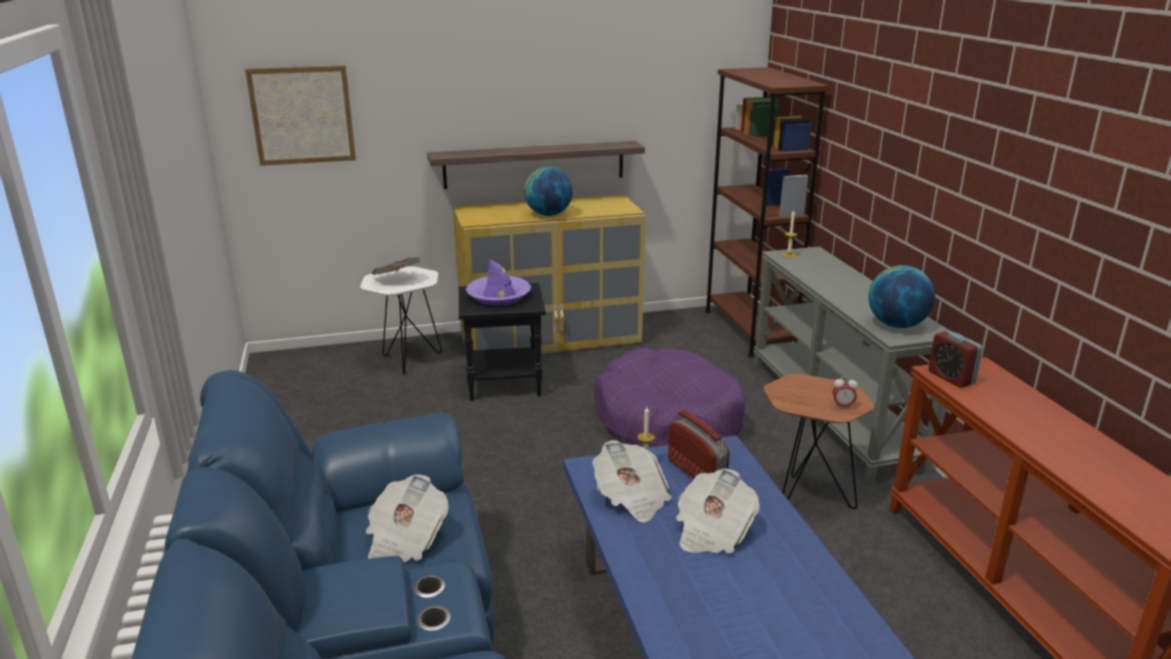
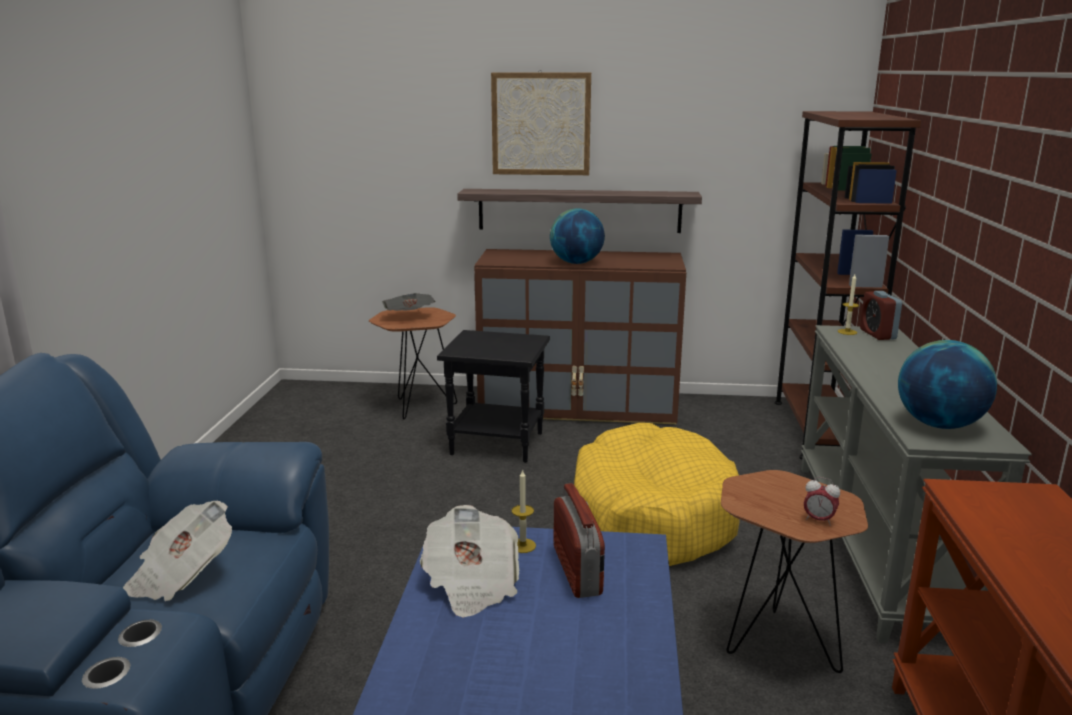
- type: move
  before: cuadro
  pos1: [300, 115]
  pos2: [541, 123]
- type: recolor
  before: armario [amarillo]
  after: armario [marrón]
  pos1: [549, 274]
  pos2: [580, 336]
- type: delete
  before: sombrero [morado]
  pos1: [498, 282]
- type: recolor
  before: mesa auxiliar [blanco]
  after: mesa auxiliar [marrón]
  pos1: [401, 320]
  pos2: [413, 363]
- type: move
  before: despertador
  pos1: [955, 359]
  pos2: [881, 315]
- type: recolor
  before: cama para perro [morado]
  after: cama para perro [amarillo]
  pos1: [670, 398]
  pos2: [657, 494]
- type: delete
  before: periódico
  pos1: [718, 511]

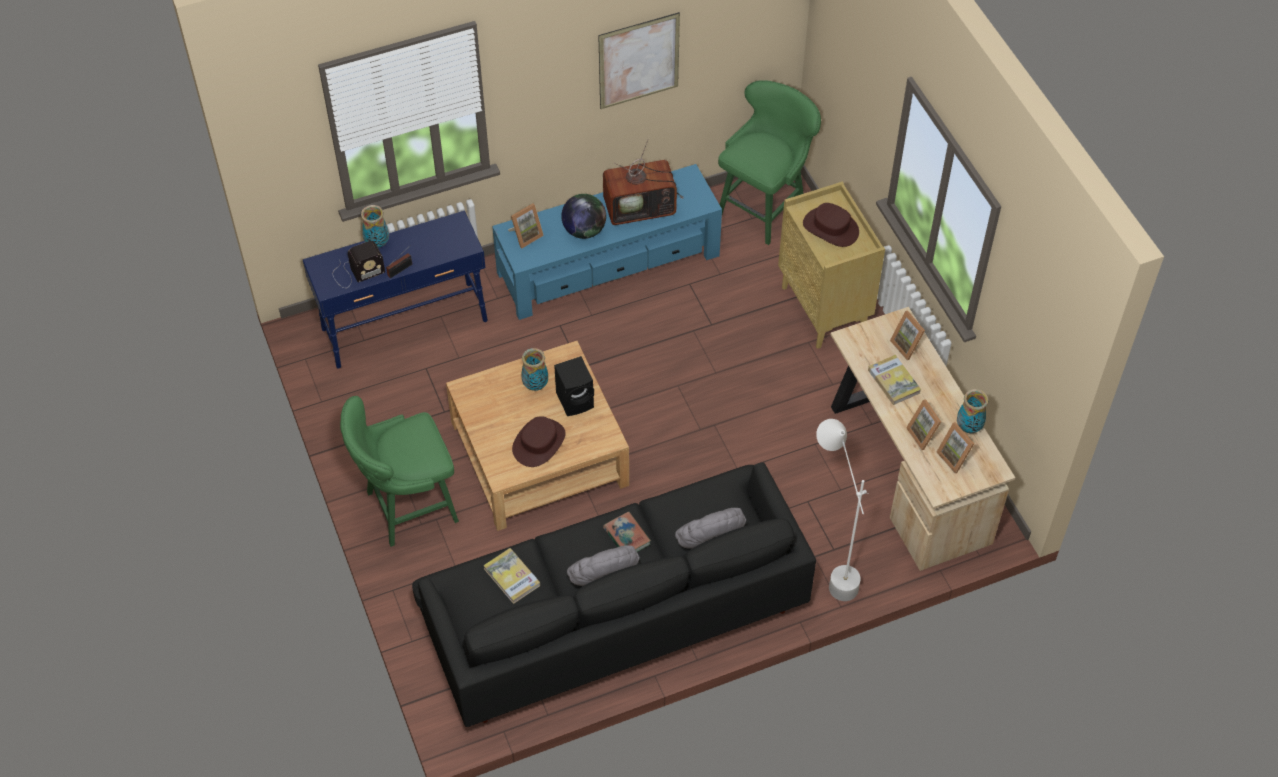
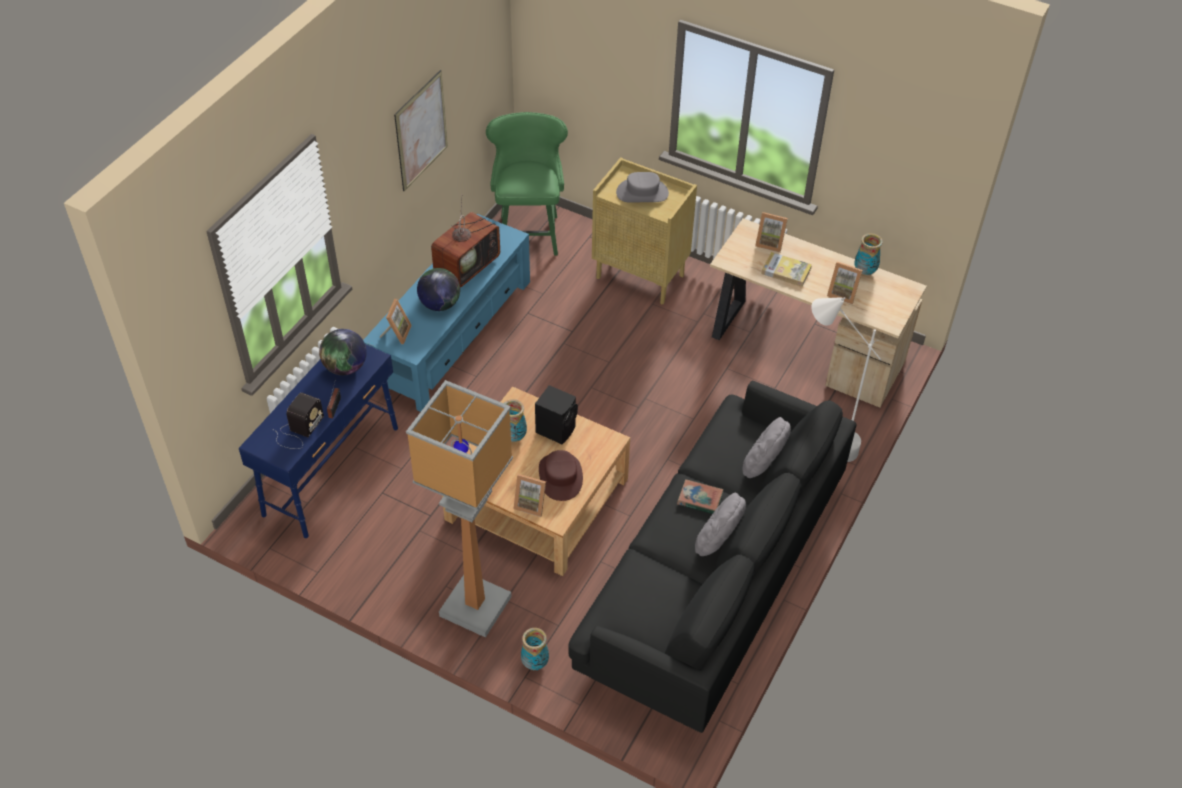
- type: recolor
  before: sombrero [marrón]
  after: sombrero [gris]
  pos1: [831, 225]
  pos2: [642, 187]
- type: move
  before: florero
  pos1: [375, 226]
  pos2: [535, 649]
- type: replace
  before: taburete [verde]
  after: lámpara de pie
  pos1: [399, 471]
  pos2: [459, 509]
- type: move
  before: portarretratos
  pos1: [955, 447]
  pos2: [530, 495]
- type: delete
  before: libro
  pos1: [511, 576]
- type: insert
  after: globo terráqueo
  pos2: [343, 352]

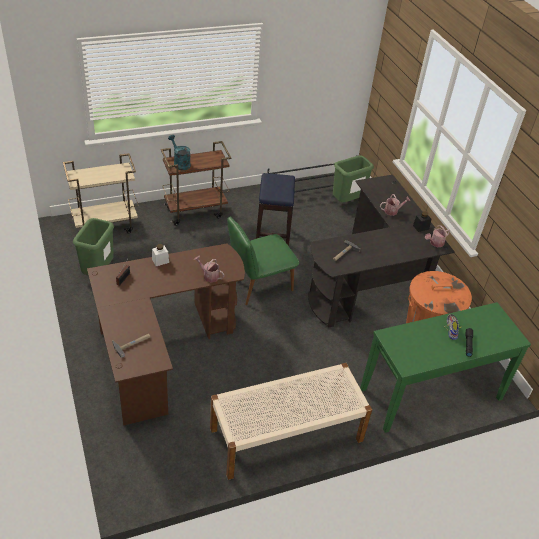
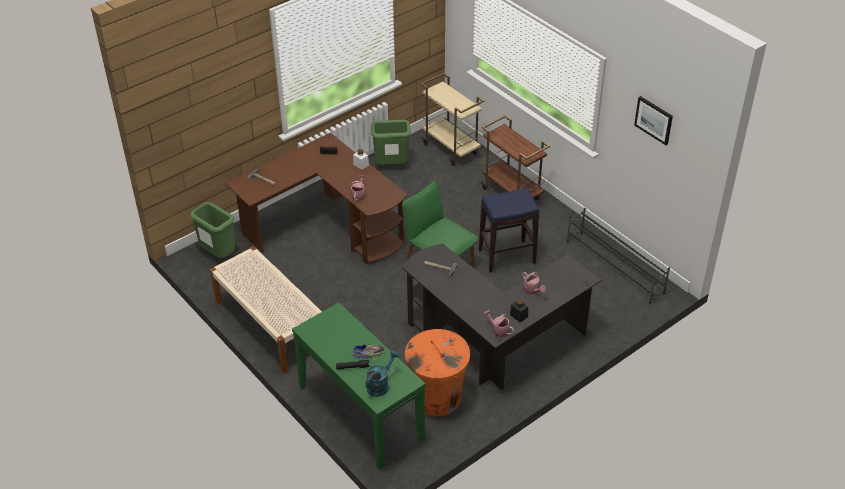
- type: move
  before: regadera [turquesa]
  pos1: [179, 152]
  pos2: [382, 374]
- type: move
  before: papelera [verde]
  pos1: [353, 178]
  pos2: [212, 230]
- type: insert
  after: cuadro
  pos2: [653, 120]

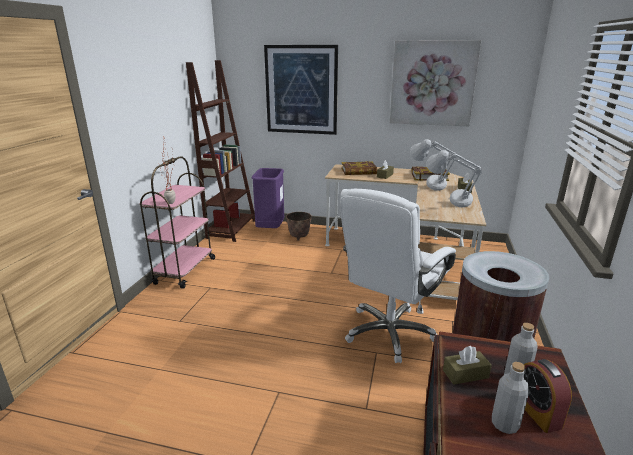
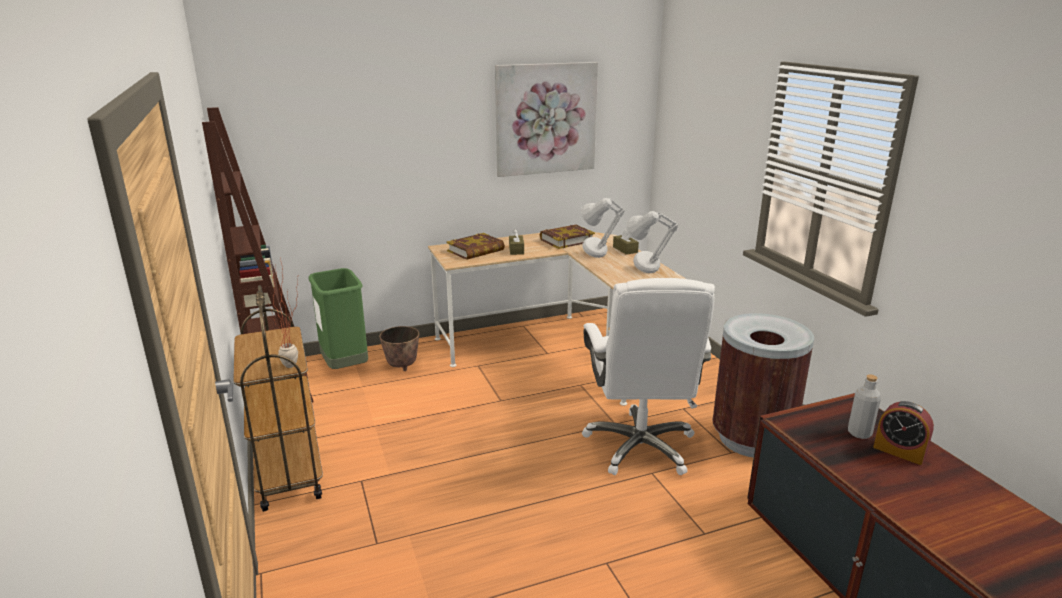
- type: delete
  before: cuadro
  pos1: [301, 90]
- type: recolor
  before: carrito [rosa]
  after: carrito [marrón]
  pos1: [177, 222]
  pos2: [278, 398]
- type: recolor
  before: papelera [morado]
  after: papelera [verde]
  pos1: [268, 198]
  pos2: [338, 318]
- type: delete
  before: caja de pañuelos [marrón]
  pos1: [467, 365]
- type: delete
  before: botella [gris]
  pos1: [510, 398]

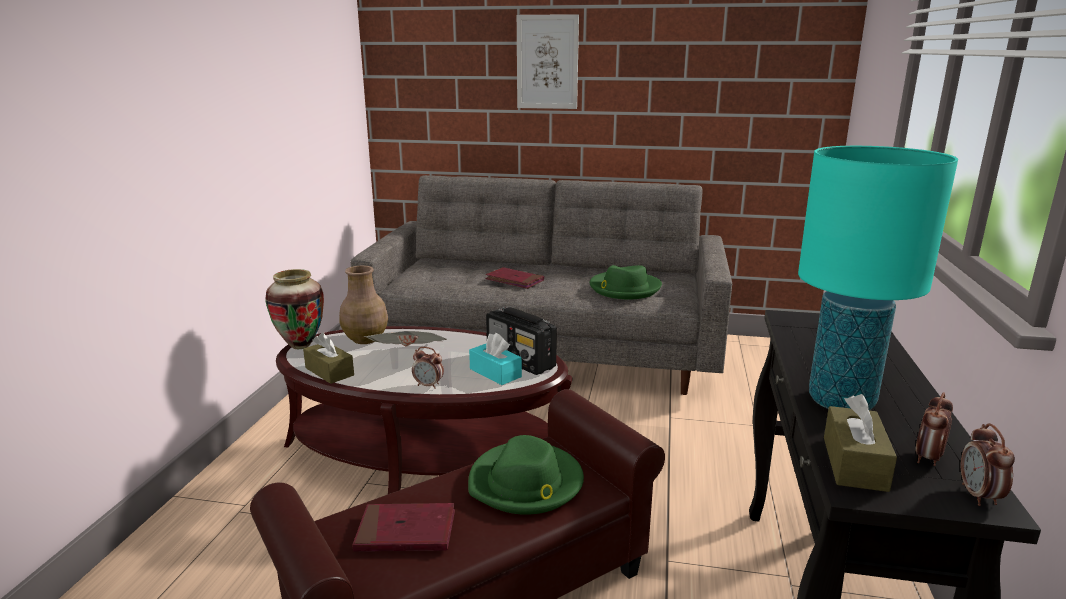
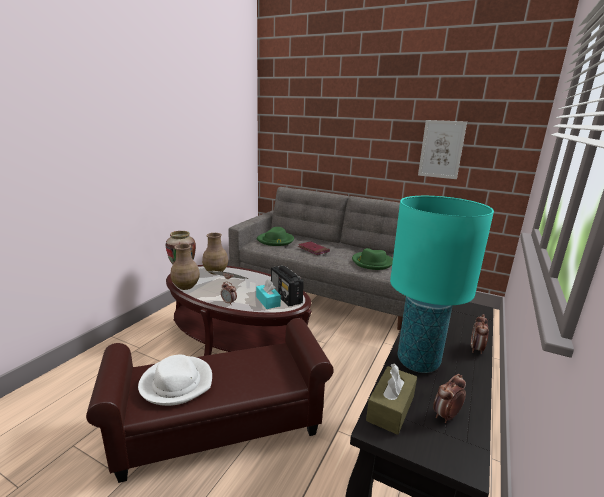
- type: move
  before: cuadro
  pos1: [548, 61]
  pos2: [442, 149]
- type: replace
  before: caja de pañuelos [marrón]
  after: florero [marrón]
  pos1: [328, 358]
  pos2: [185, 267]
- type: move
  before: despertador
  pos1: [987, 464]
  pos2: [480, 334]
- type: move
  before: sombrero [verde]
  pos1: [526, 475]
  pos2: [275, 236]
- type: replace
  before: libro [rojo]
  after: sombrero [blanco]
  pos1: [403, 527]
  pos2: [175, 380]

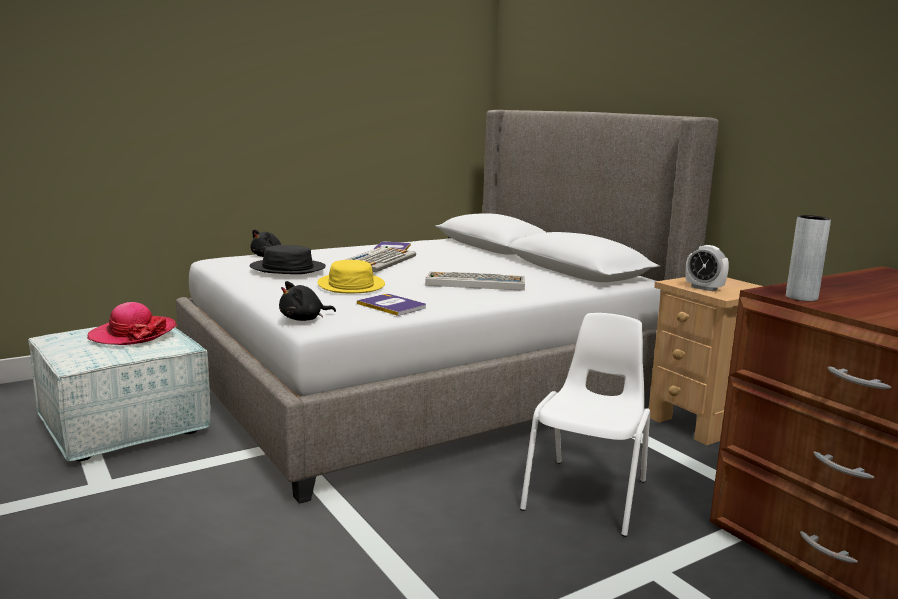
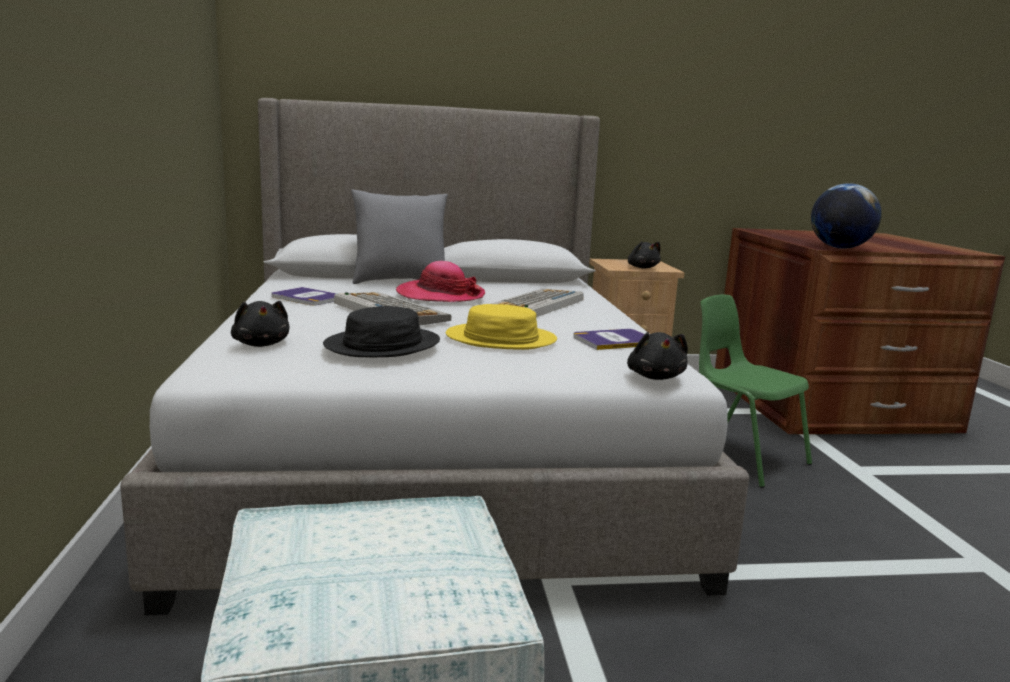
- type: replace
  before: florero [gris]
  after: globo terráqueo
  pos1: [808, 258]
  pos2: [846, 216]
- type: replace
  before: despertador
  after: peluche [negro]
  pos1: [707, 268]
  pos2: [644, 255]
- type: move
  before: sombrero
  pos1: [132, 323]
  pos2: [440, 281]
- type: recolor
  before: silla [blanco]
  after: silla [verde]
  pos1: [585, 425]
  pos2: [755, 391]
- type: insert
  after: cojín [gris]
  pos2: [399, 237]

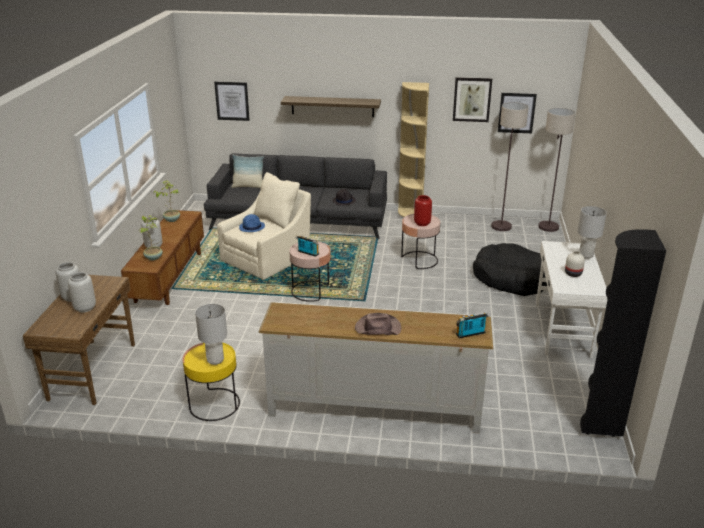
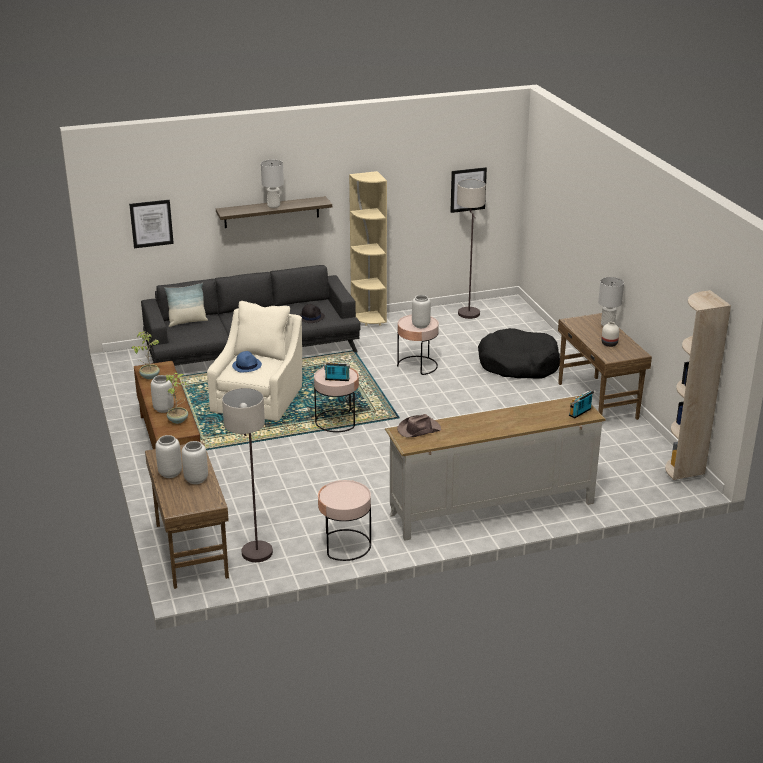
- type: delete
  before: cuadro
  pos1: [472, 99]
- type: move
  before: lámpara de pie [gris]
  pos1: [556, 170]
  pos2: [247, 475]
- type: recolor
  before: florero [rojo]
  after: florero [gris]
  pos1: [423, 210]
  pos2: [421, 311]
- type: recolor
  before: estantería [negro]
  after: estantería [beis]
  pos1: [623, 333]
  pos2: [698, 385]
- type: recolor
  before: mesa consola [blanco]
  after: mesa consola [marrón]
  pos1: [572, 299]
  pos2: [605, 366]
- type: move
  before: lámpara de mesa [gris]
  pos1: [211, 334]
  pos2: [272, 184]
- type: move
  before: sombrero [marrón]
  pos1: [378, 324]
  pos2: [419, 425]
- type: recolor
  before: mesa auxiliar [amarillo]
  after: mesa auxiliar [rosa]
  pos1: [211, 381]
  pos2: [344, 520]

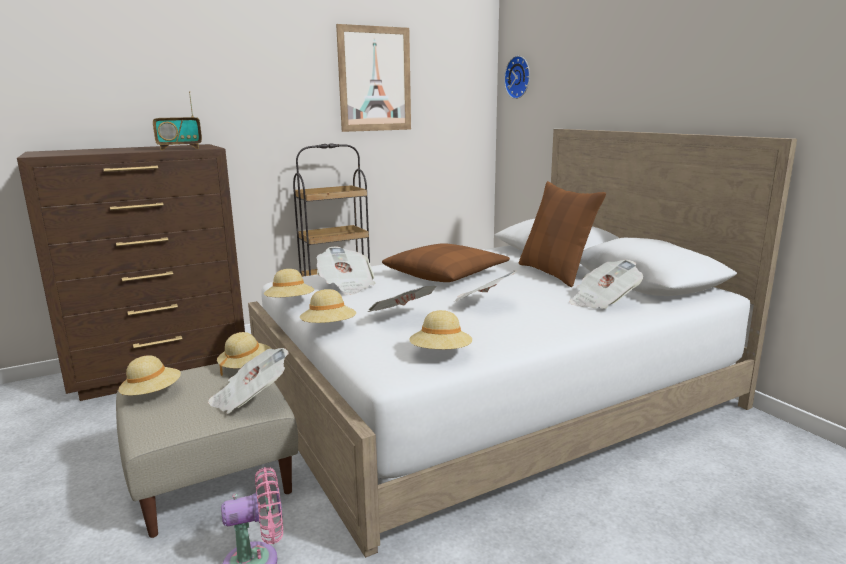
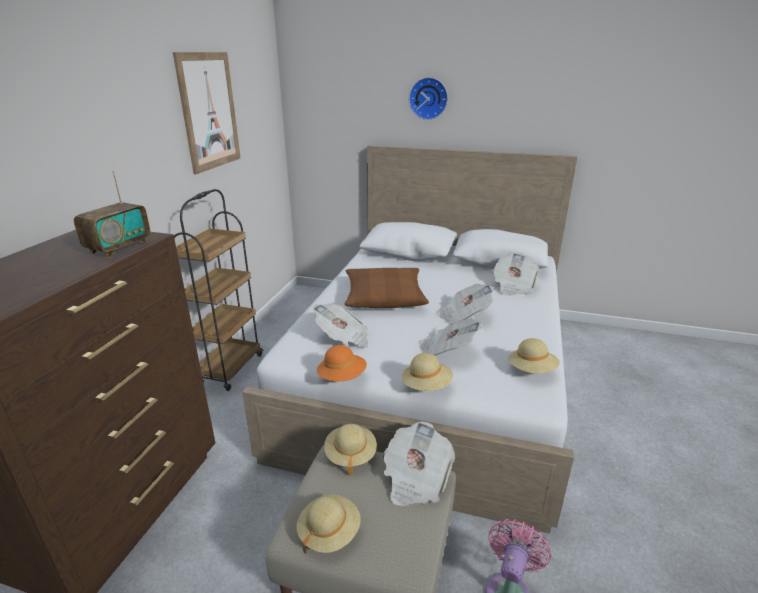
- type: move
  before: reloj de pared
  pos1: [517, 77]
  pos2: [428, 98]
- type: delete
  before: cojín [marrón]
  pos1: [562, 234]
- type: recolor
  before: sombrero [beis]
  after: sombrero [naranja]
  pos1: [289, 283]
  pos2: [342, 363]

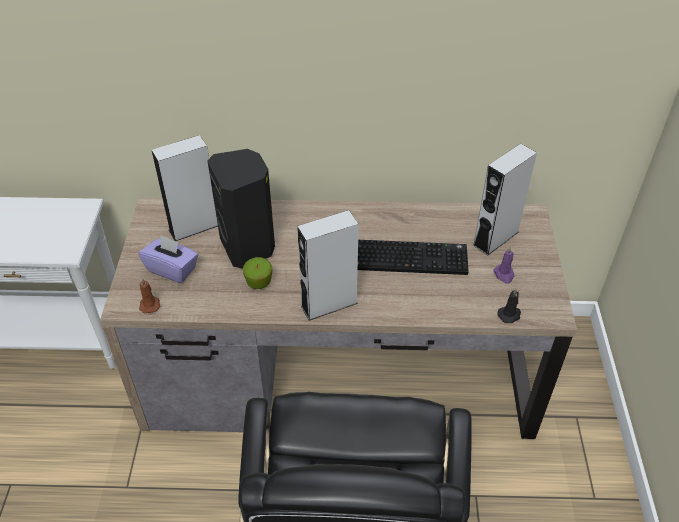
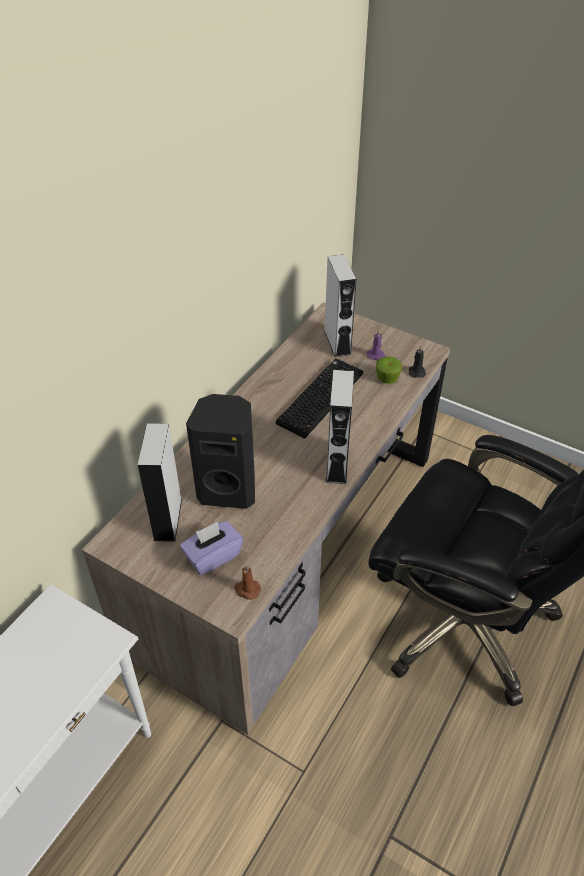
- type: move
  before: manzana
  pos1: [257, 273]
  pos2: [389, 370]

